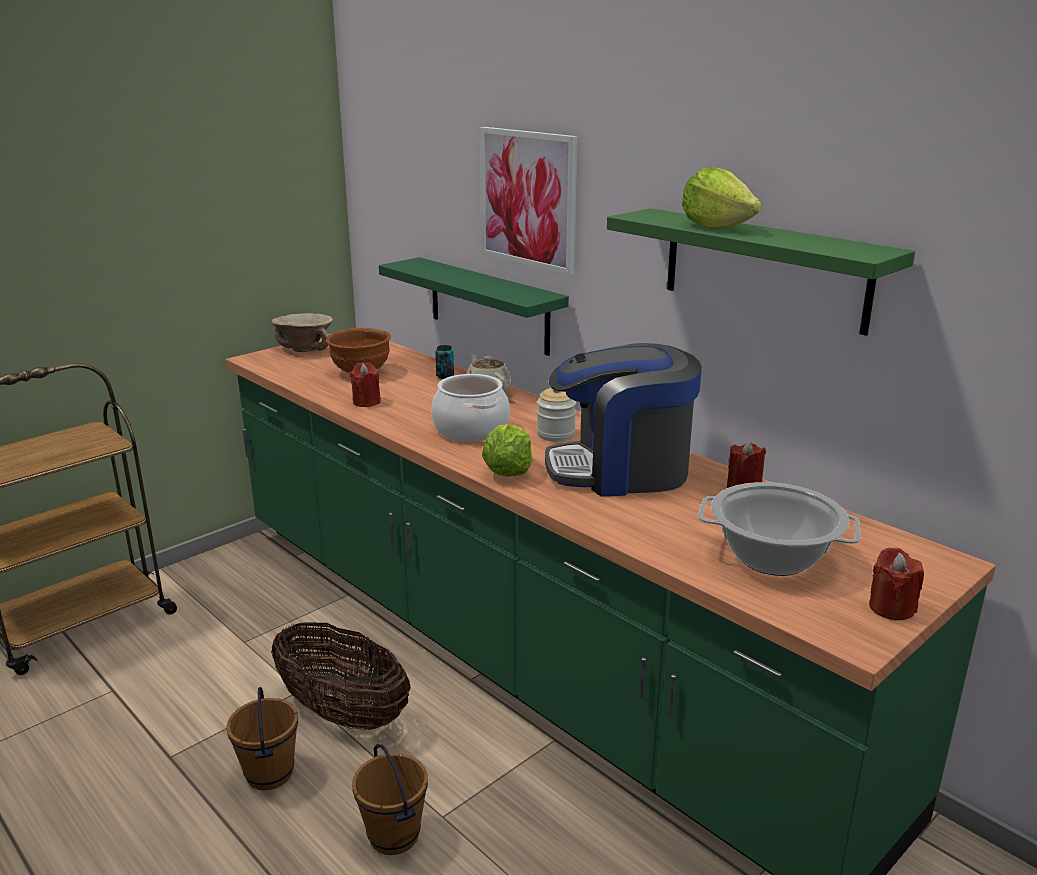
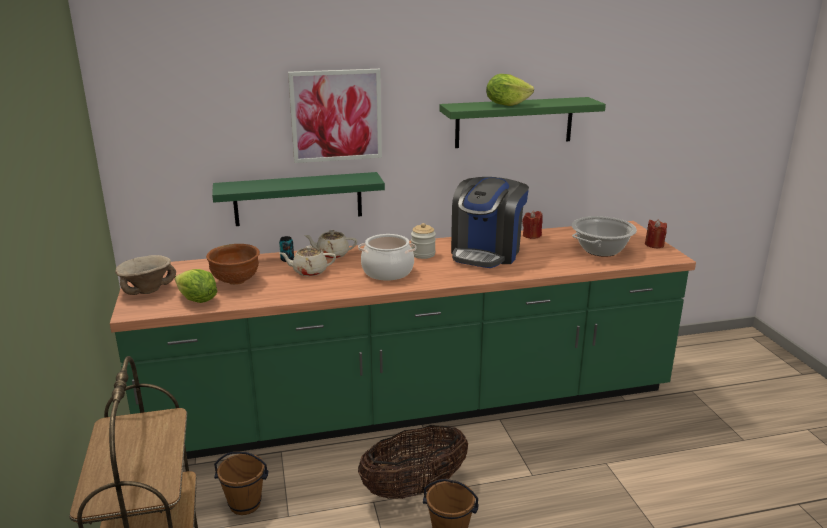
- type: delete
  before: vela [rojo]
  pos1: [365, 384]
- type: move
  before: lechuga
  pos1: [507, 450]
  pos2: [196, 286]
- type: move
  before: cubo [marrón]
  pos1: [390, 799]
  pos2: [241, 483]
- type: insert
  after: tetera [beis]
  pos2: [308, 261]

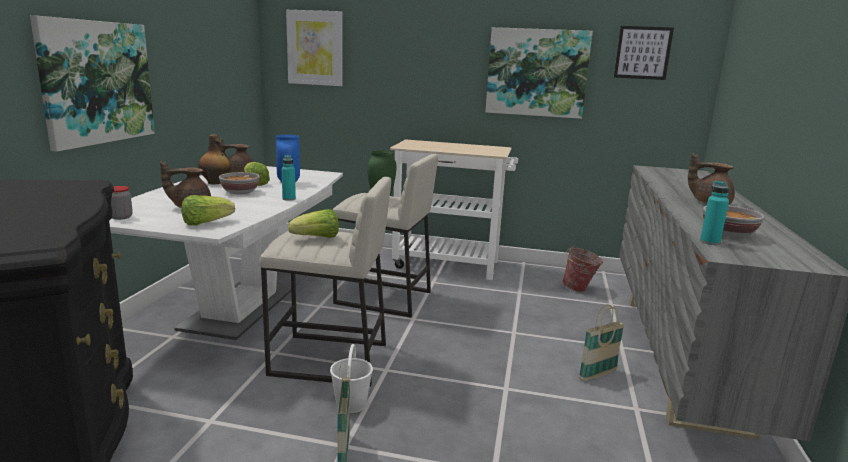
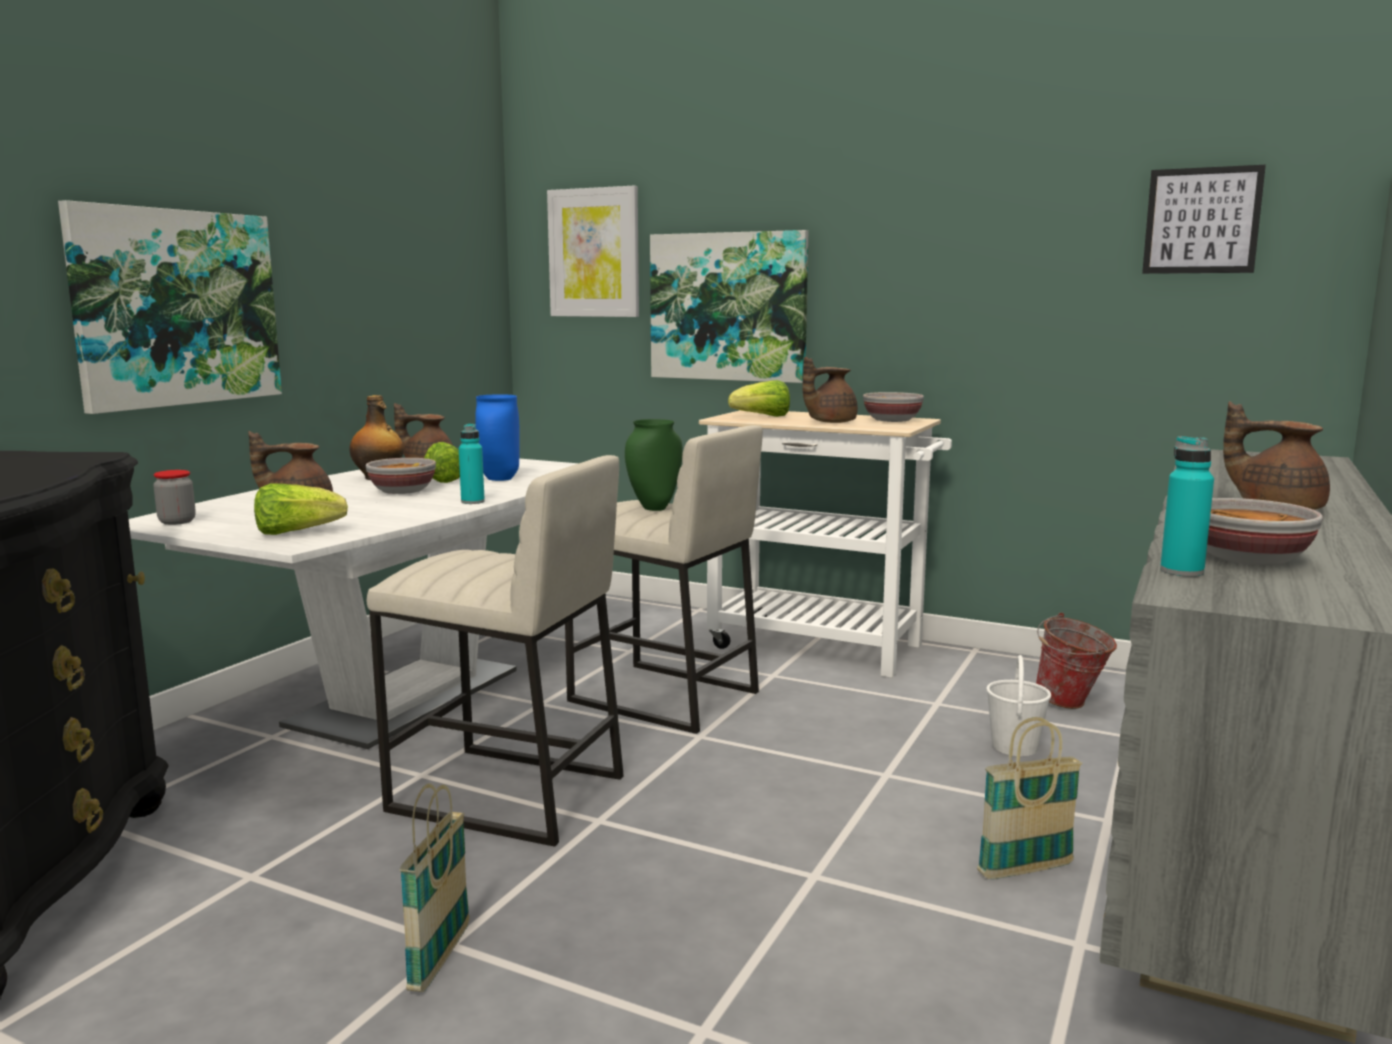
- type: move
  before: cuadro
  pos1: [539, 73]
  pos2: [729, 306]
- type: move
  before: lechuga
  pos1: [313, 223]
  pos2: [759, 398]
- type: move
  before: cubo [blanco]
  pos1: [351, 378]
  pos2: [1018, 705]
- type: insert
  after: tetera [marrón]
  pos2: [830, 390]
- type: insert
  after: cuenco
  pos2: [893, 407]

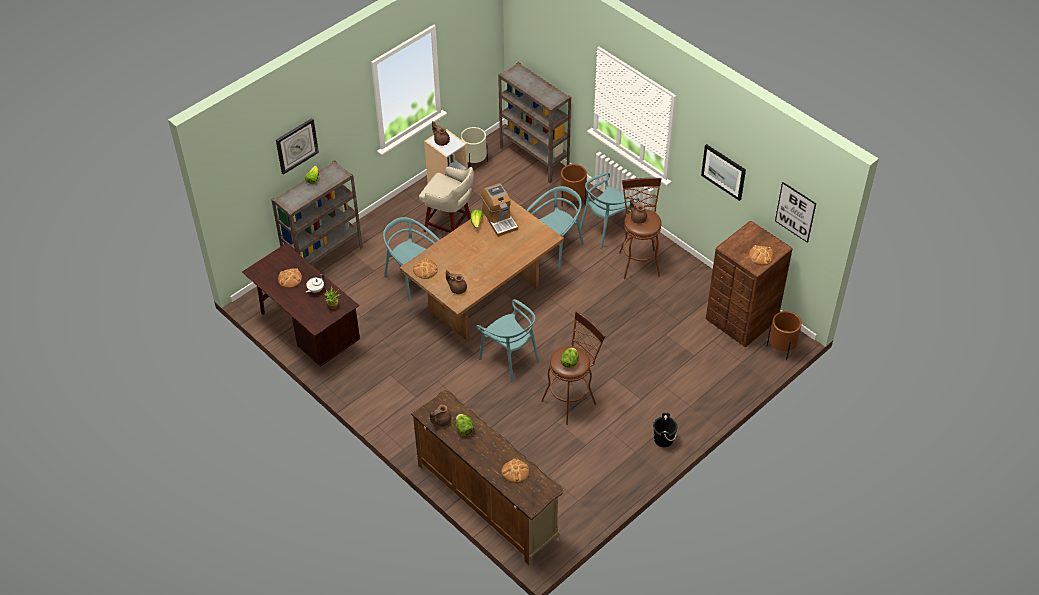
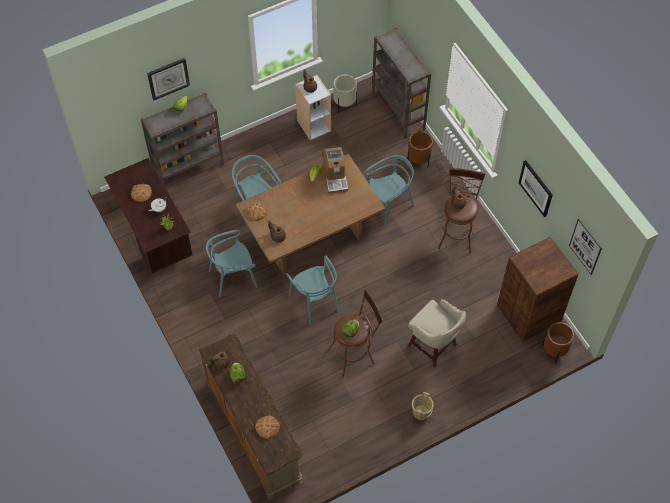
- type: move
  before: taburete [beis]
  pos1: [446, 199]
  pos2: [436, 333]
- type: move
  before: silla [turquesa]
  pos1: [609, 210]
  pos2: [232, 263]
- type: delete
  before: pan
  pos1: [761, 255]
- type: recolor
  before: cubo [negro]
  after: cubo [beis]
  pos1: [665, 430]
  pos2: [423, 406]

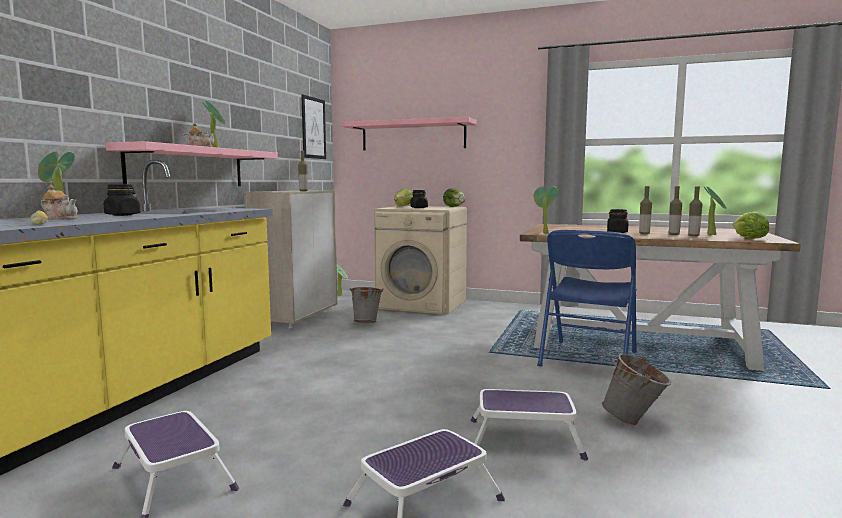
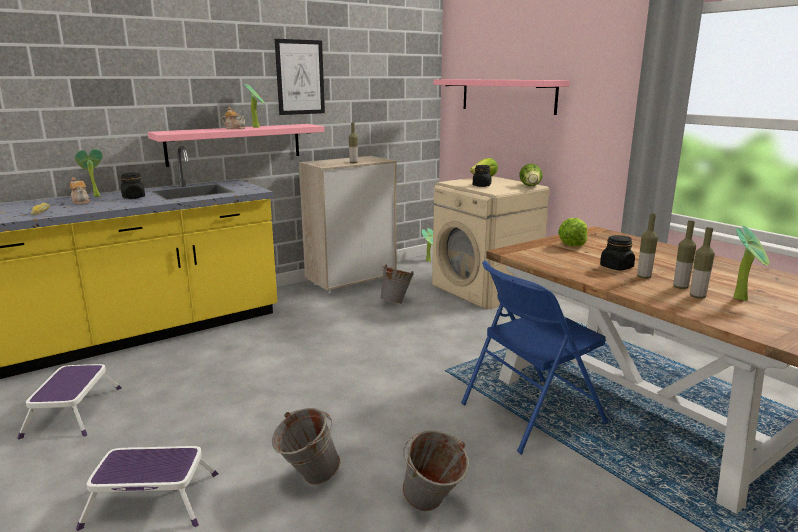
- type: move
  before: cuadro
  pos1: [313, 126]
  pos2: [300, 77]
- type: delete
  before: planta en maceta
  pos1: [545, 210]
- type: move
  before: lechuga
  pos1: [751, 225]
  pos2: [572, 232]
- type: replace
  before: escalera de tijera [morado]
  after: cubo [gris]
  pos1: [529, 425]
  pos2: [306, 446]

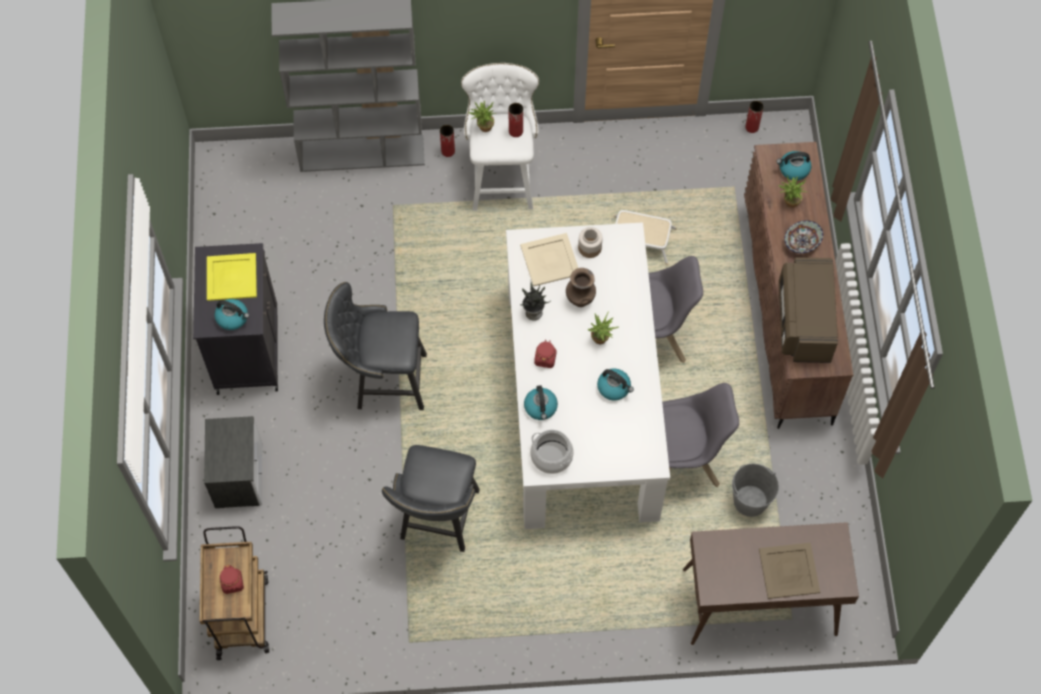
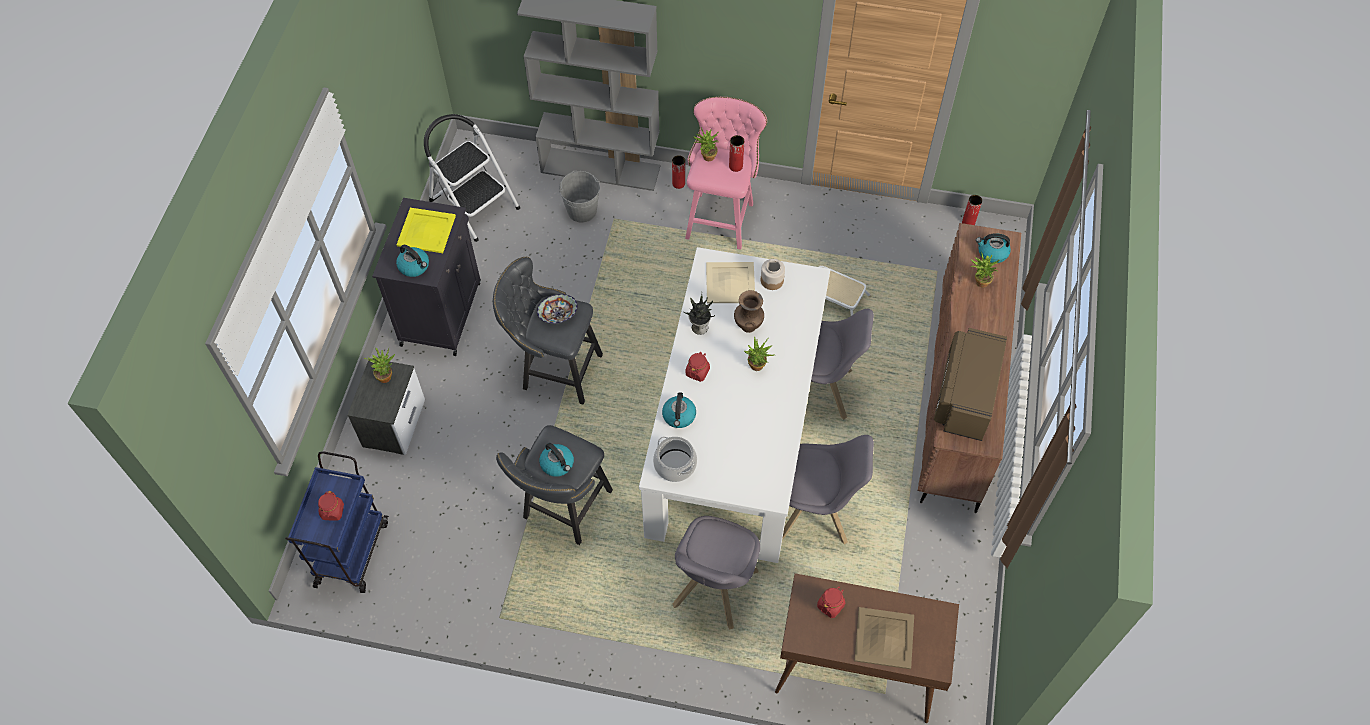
- type: recolor
  before: taburete [blanco]
  after: taburete [rosa]
  pos1: [500, 137]
  pos2: [726, 173]
- type: move
  before: cuenco
  pos1: [803, 237]
  pos2: [557, 309]
- type: move
  before: hervidor
  pos1: [615, 385]
  pos2: [557, 460]
- type: move
  before: cubo [gris]
  pos1: [755, 490]
  pos2: [579, 196]
- type: recolor
  before: carrito [marrón]
  after: carrito [azul]
  pos1: [234, 593]
  pos2: [337, 522]
- type: insert
  after: escalera de tijera
  pos2: [472, 178]
- type: insert
  after: planta en maceta
  pos2: [379, 365]
- type: insert
  after: silla [gris]
  pos2: [716, 573]
- type: insert
  after: tarro [rojo]
  pos2: [831, 602]

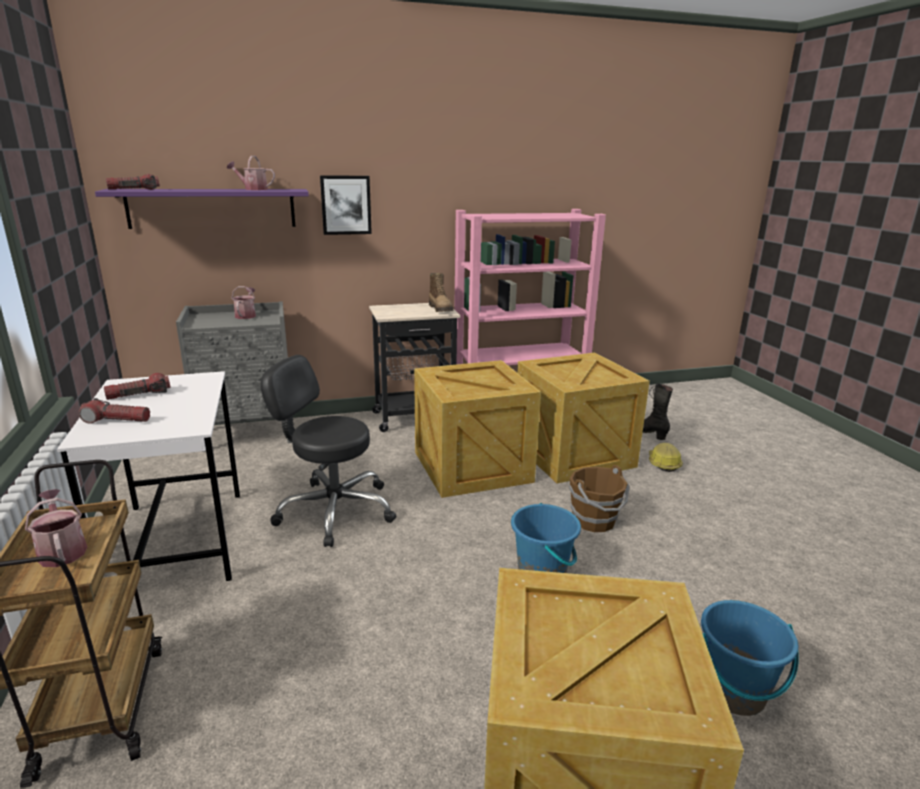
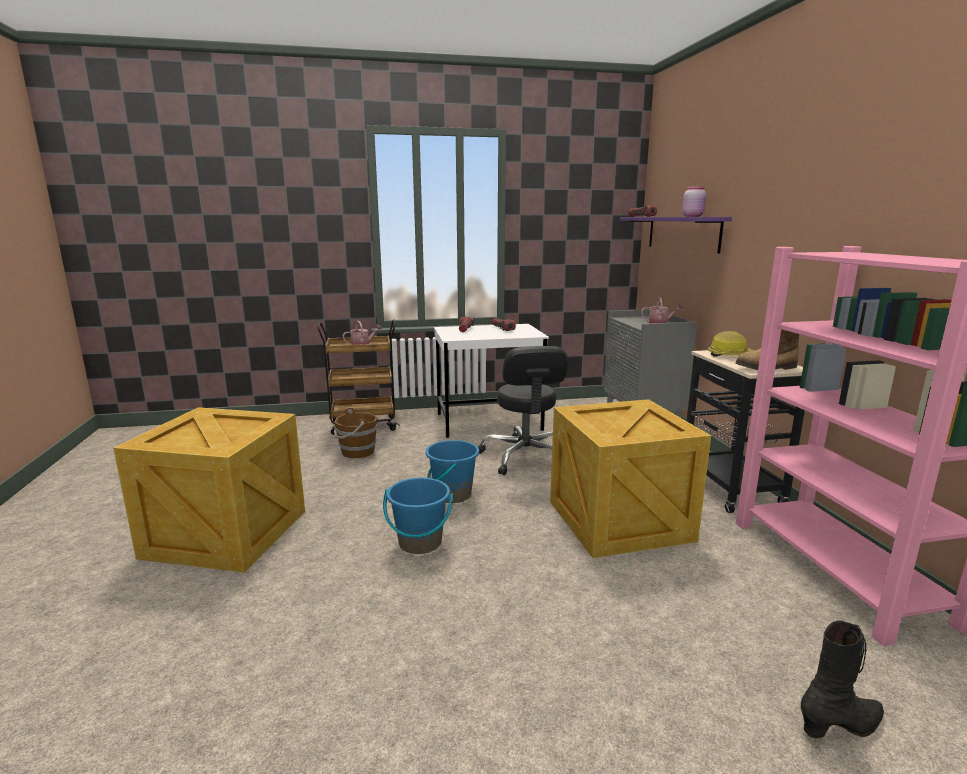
- type: replace
  before: regadera
  after: tarro [rosa]
  pos1: [251, 173]
  pos2: [694, 201]
- type: delete
  before: cuadro
  pos1: [346, 205]
- type: delete
  before: caja de embalaje
  pos1: [583, 418]
- type: rotate
  before: silla de oficina [negro]
  pos1: [328, 451]
  pos2: [523, 410]
  turn: 150
- type: move
  before: casco
  pos1: [666, 457]
  pos2: [731, 344]
- type: move
  before: cubo [marrón]
  pos1: [599, 498]
  pos2: [356, 433]
- type: move
  before: cubo [azul]
  pos1: [750, 658]
  pos2: [452, 471]

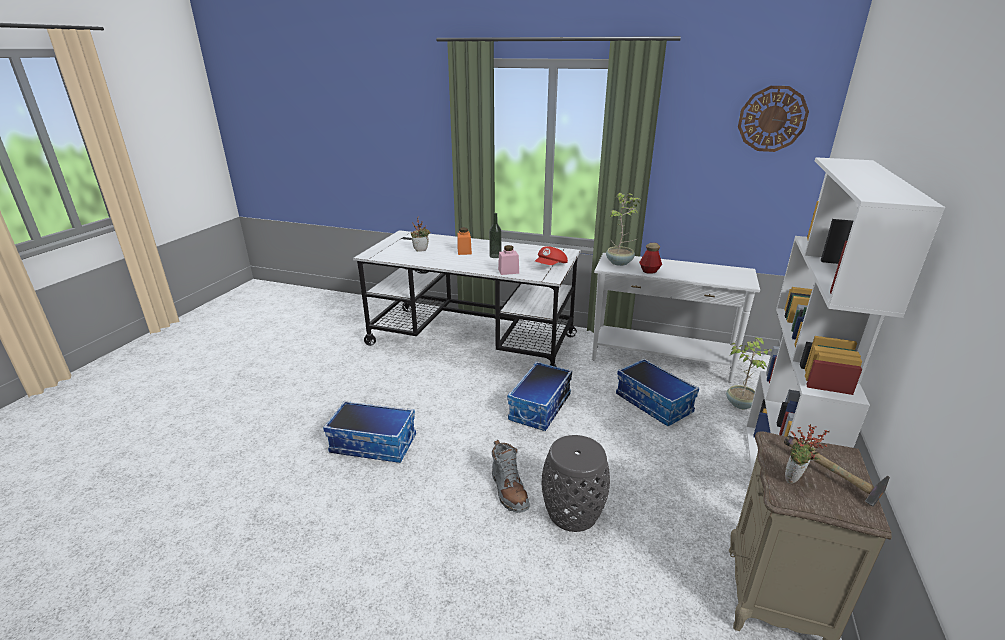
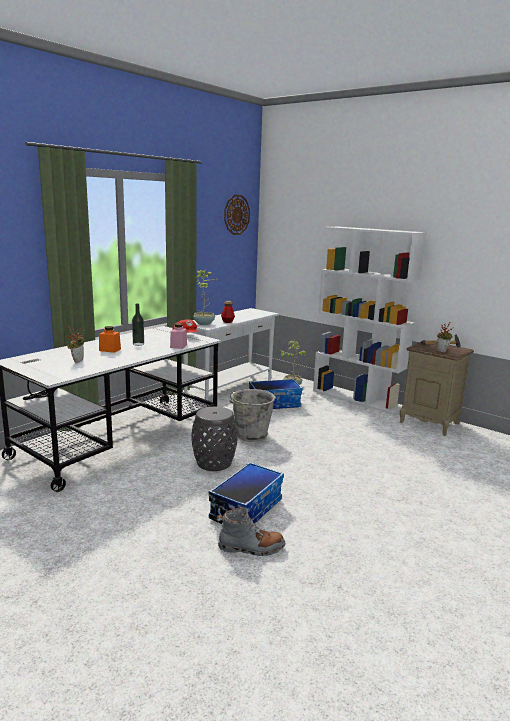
- type: replace
  before: caja de almacenaje
  after: cubo [gris]
  pos1: [539, 396]
  pos2: [253, 415]
- type: move
  before: taburete [gris]
  pos1: [576, 483]
  pos2: [214, 438]
- type: move
  before: bota [gris]
  pos1: [511, 476]
  pos2: [251, 531]

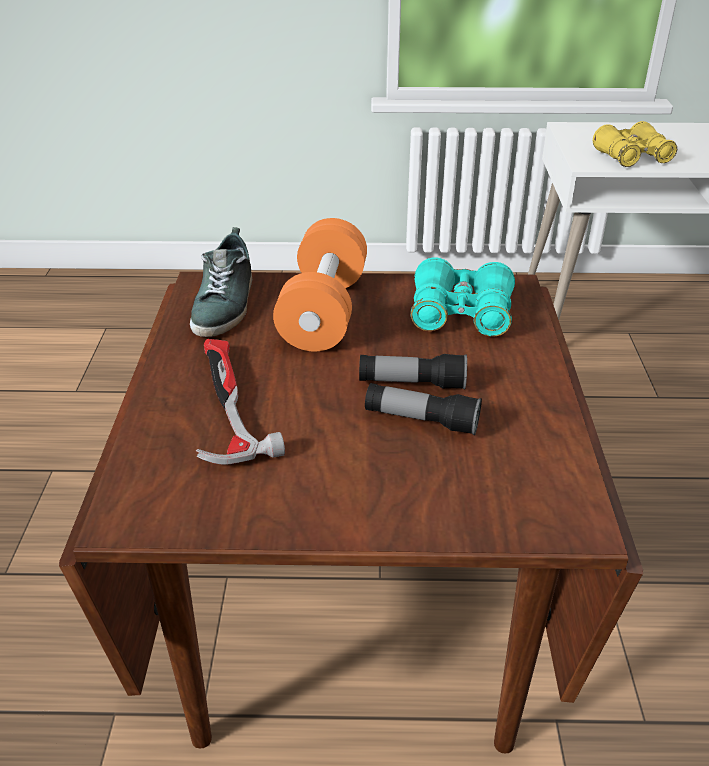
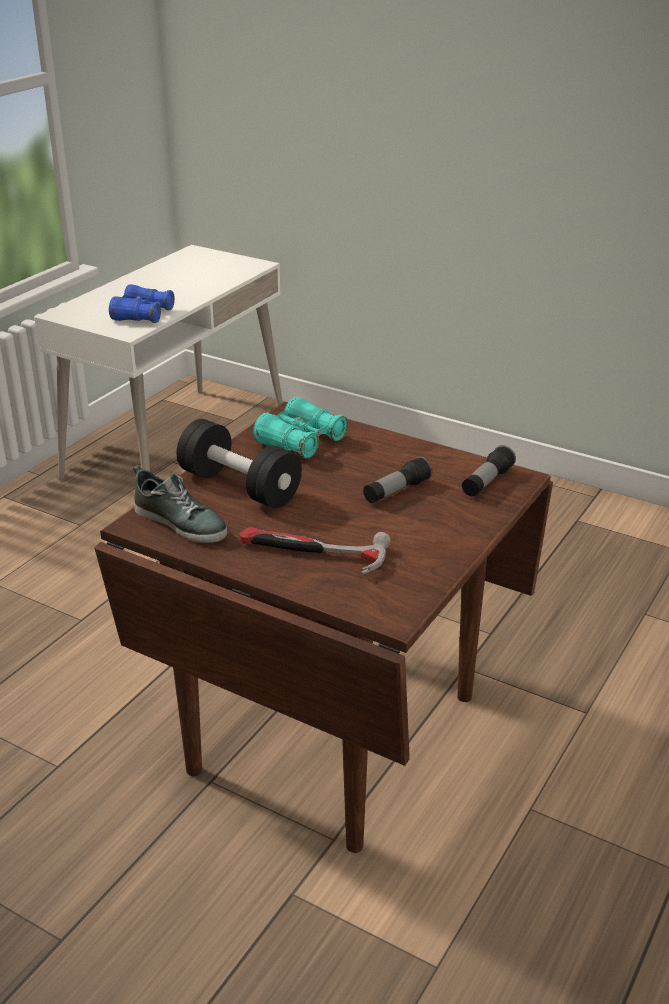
- type: recolor
  before: prismáticos [amarillo]
  after: prismáticos [azul]
  pos1: [635, 144]
  pos2: [142, 303]
- type: recolor
  before: mancuerna [naranja]
  after: mancuerna [negro]
  pos1: [320, 285]
  pos2: [239, 463]
- type: move
  before: linterna
  pos1: [413, 372]
  pos2: [489, 470]

